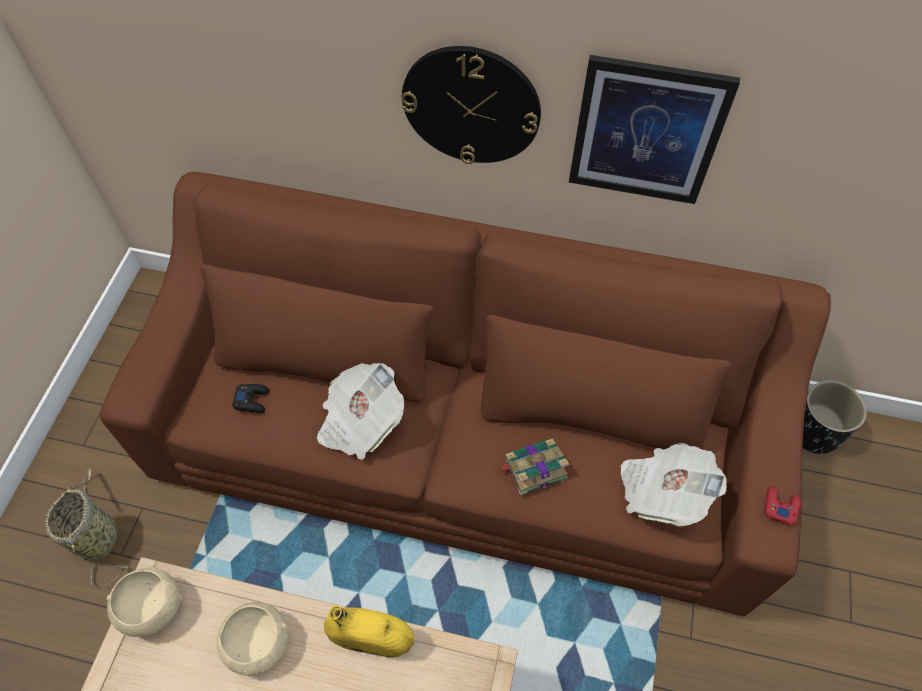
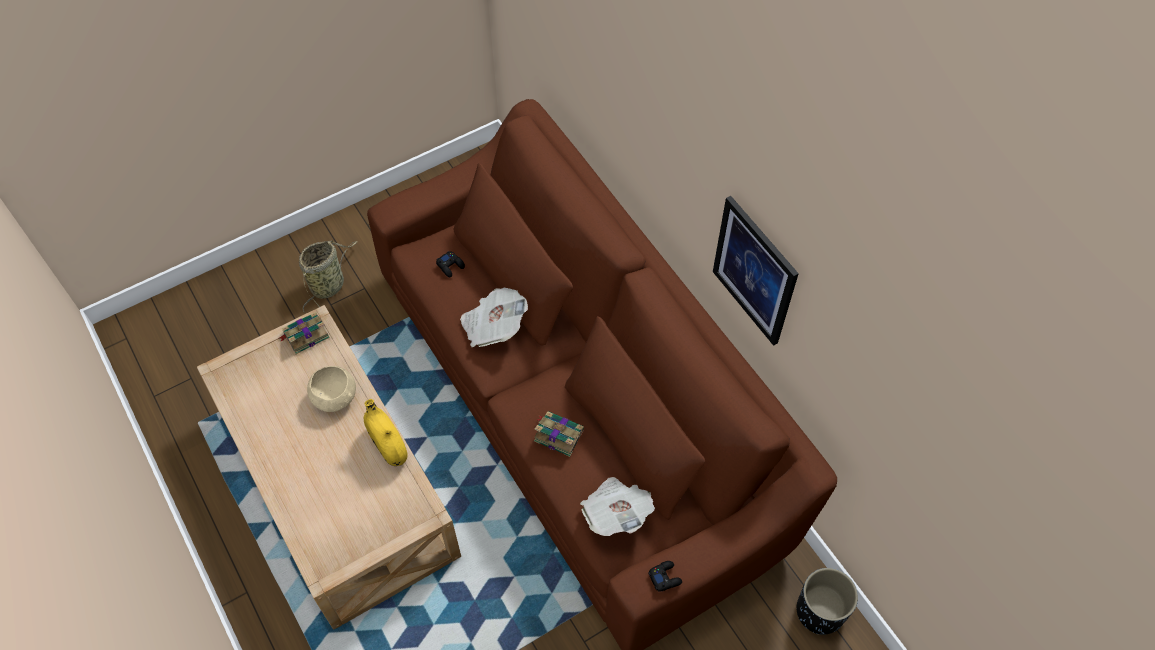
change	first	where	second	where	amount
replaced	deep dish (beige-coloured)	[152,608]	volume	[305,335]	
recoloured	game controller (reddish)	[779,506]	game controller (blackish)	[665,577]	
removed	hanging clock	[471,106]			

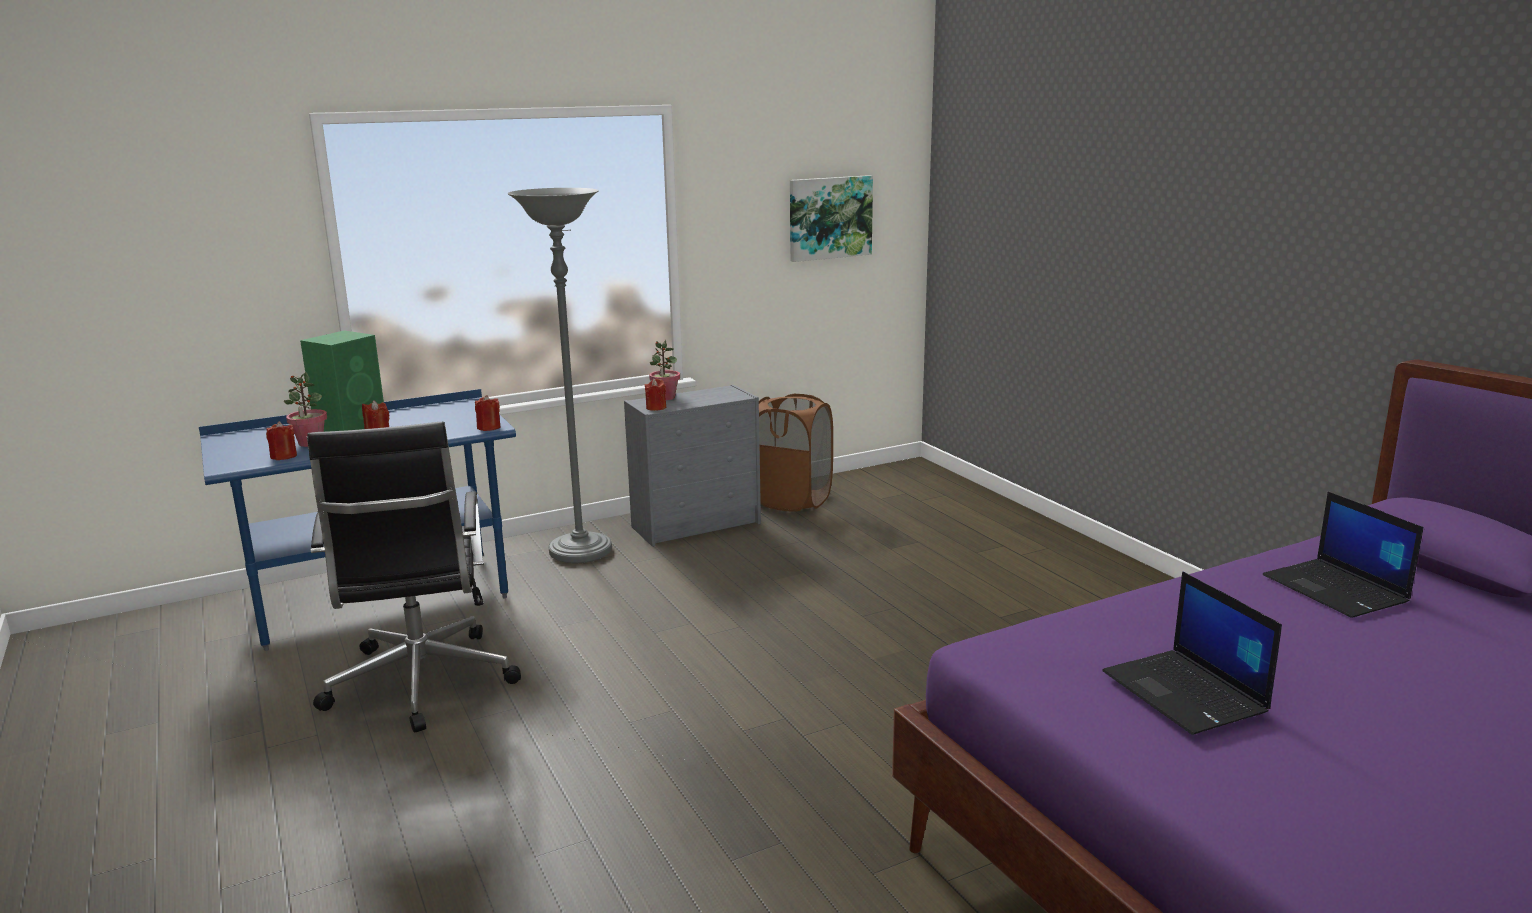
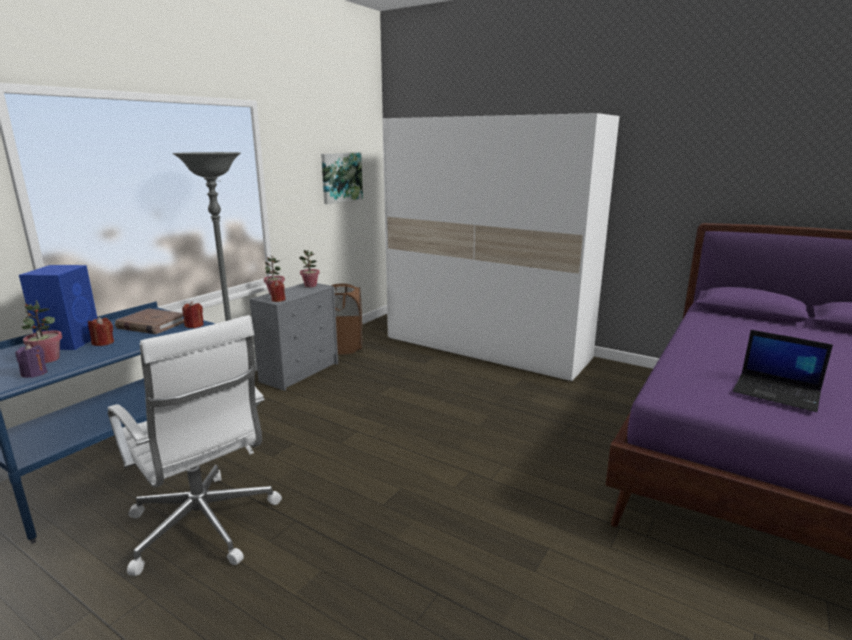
change	first	where	second	where	amount
recoloured	wax candle (reddish)	[283,456]	wax candle (purple-coloured)	[34,373]	
recoloured	loudspeaker (greenish)	[352,426]	loudspeaker (blue)	[71,341]	
recoloured	desk chair (blackish)	[420,684]	desk chair (white-coloured)	[204,527]	
added			volume (brownish)	[152,324]	
added			plant in a pot	[310,286]	
added			clothes cupboard (white-coloured)	[486,348]	
removed	laptop	[1337,589]			

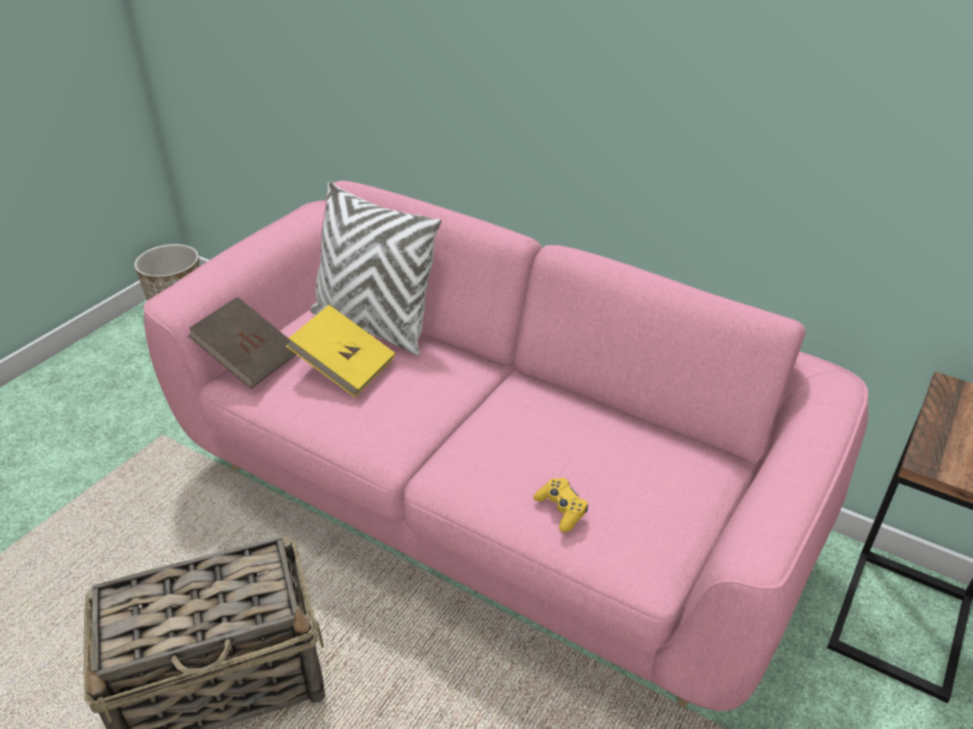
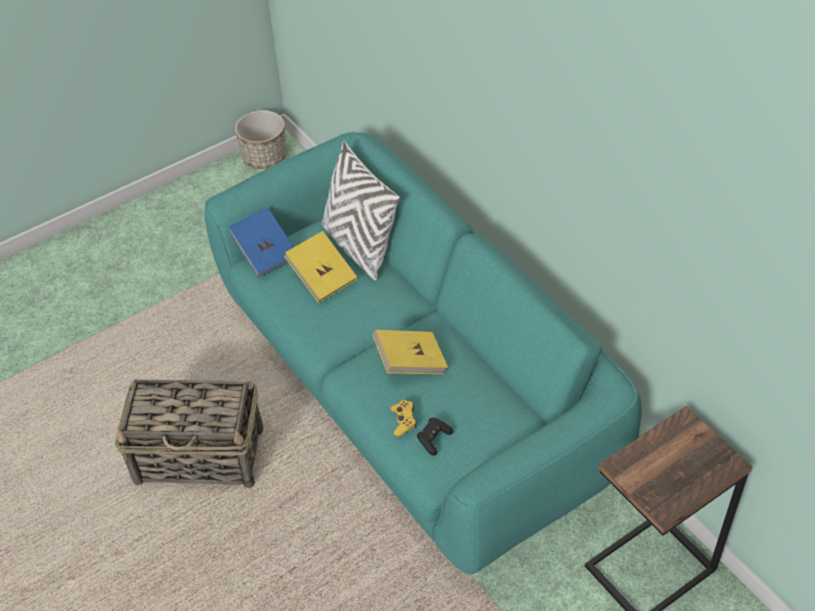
change	first	where	second	where	amount
recoloured	settee (pink-coloured)	[486,504]	settee (turquoise)	[412,393]	
recoloured	volume (brownish)	[248,359]	volume (blue)	[265,253]	
added			volume (yellow)	[410,362]	
added			game controller (blackish)	[433,439]	

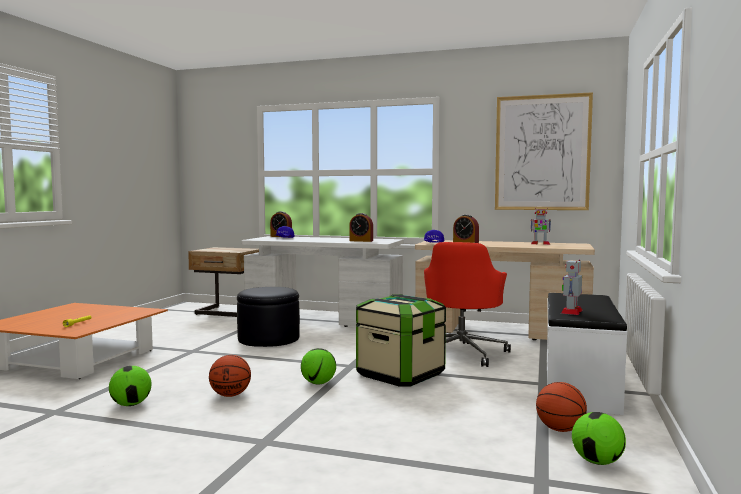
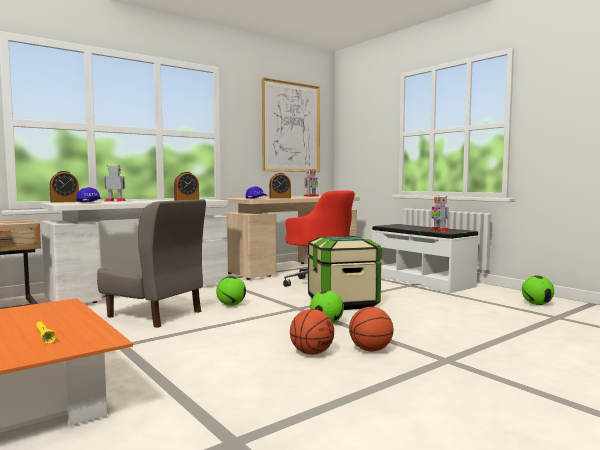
change	first	where	second	where	amount
replaced	footrest (blackish)	[268,339]	plain chair (gray)	[155,314]	
added			model robot	[115,201]	
moved	football	[131,404]		[231,305]	
moved	basketball	[560,429]		[370,350]	

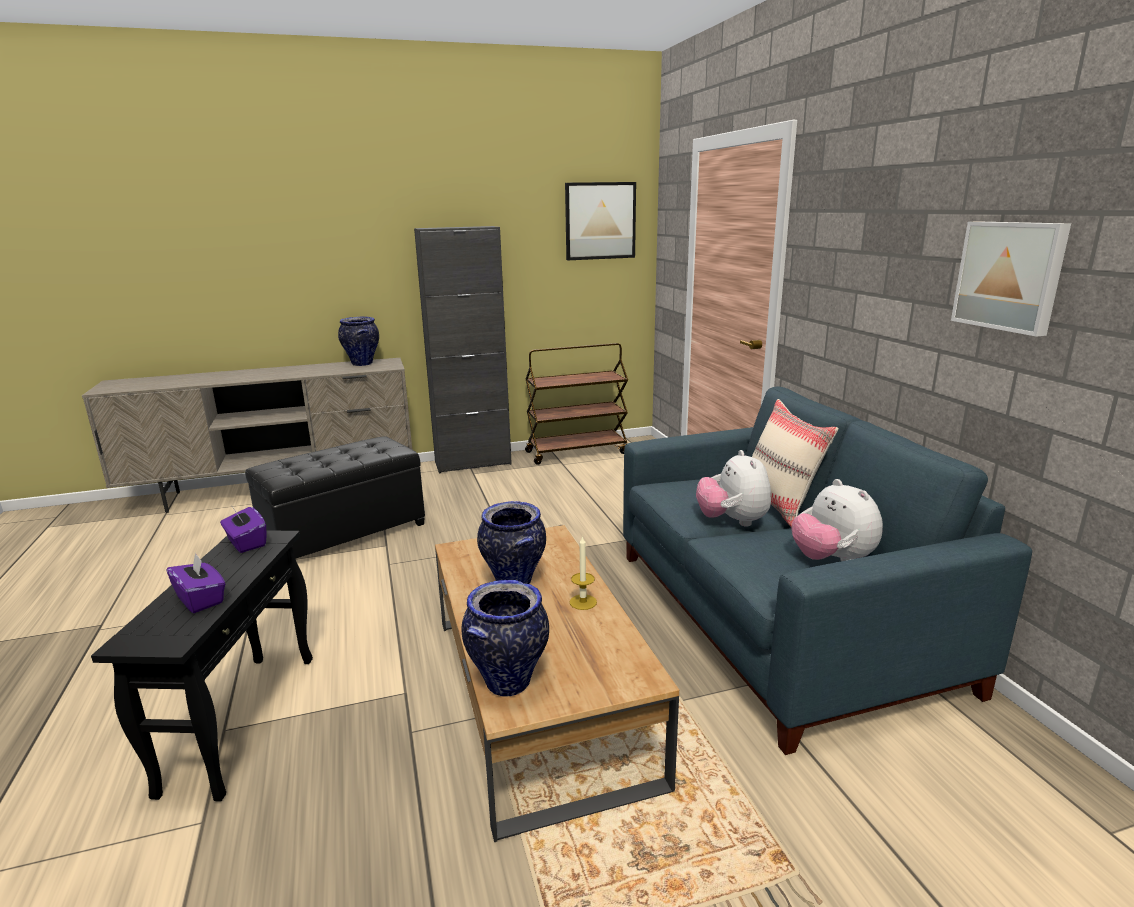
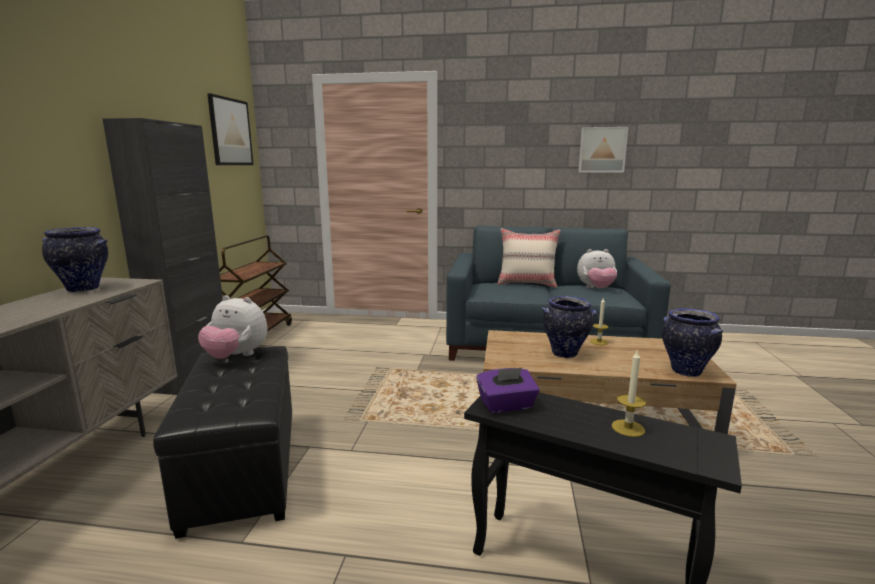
change	first	where	second	where	amount
moved	soft toy	[732,521]		[236,356]	
replaced	tissue holder (purple-coloured)	[201,599]	wax candle	[628,428]	

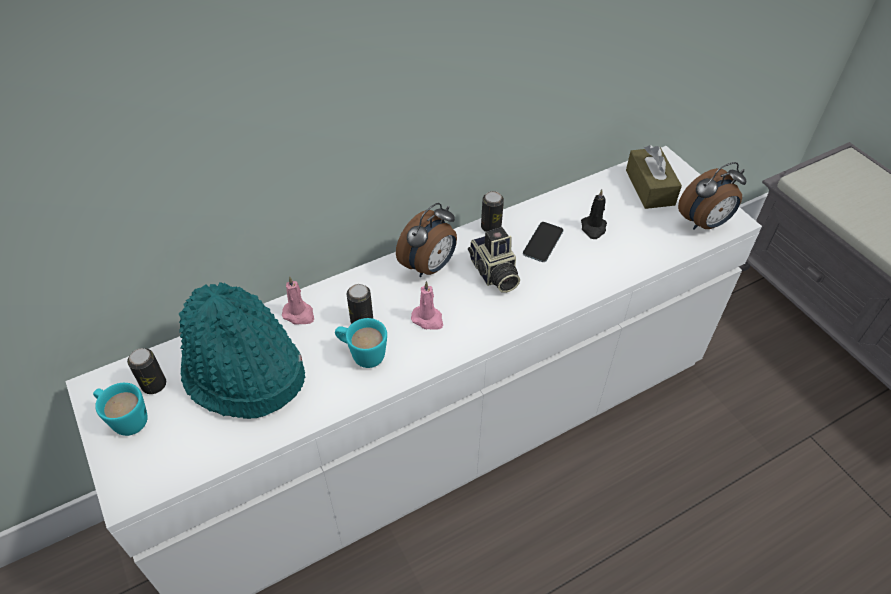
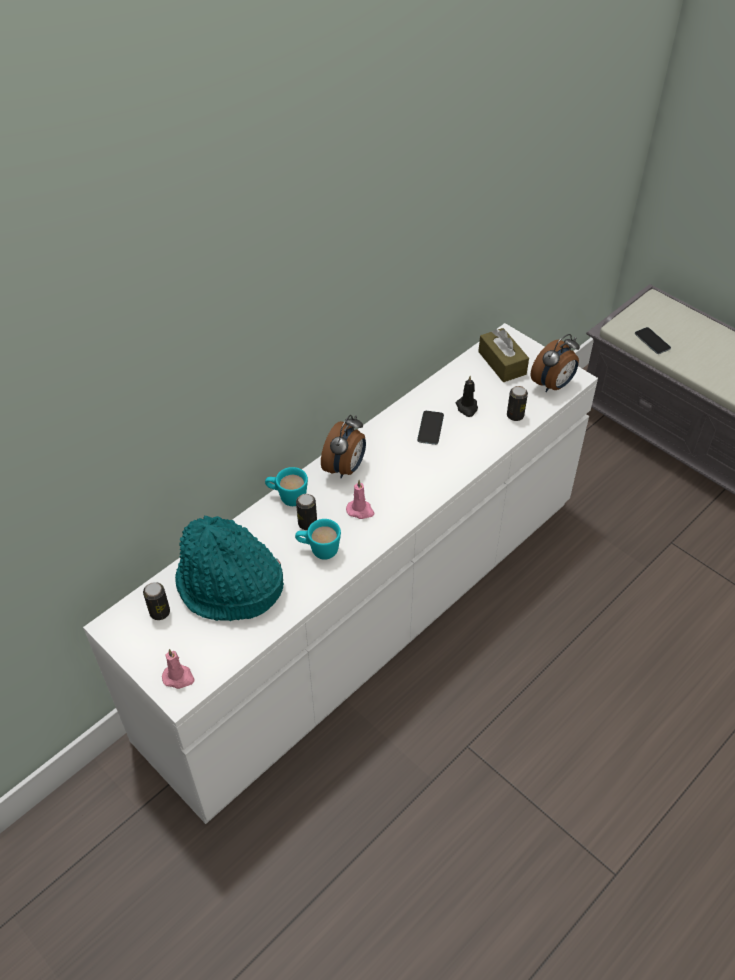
change	first	where	second	where	amount
moved	wax candle (pink-coloured)	[299,314]		[179,677]	
moved	tea mug (turquoise)	[125,419]		[287,497]	
moved	sealed can	[491,227]		[515,415]	
added			handset	[652,341]	
removed	still camera	[493,274]			

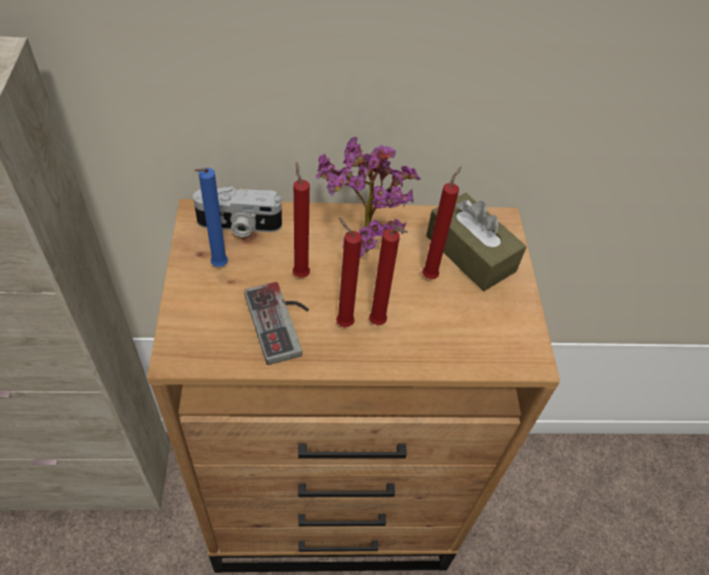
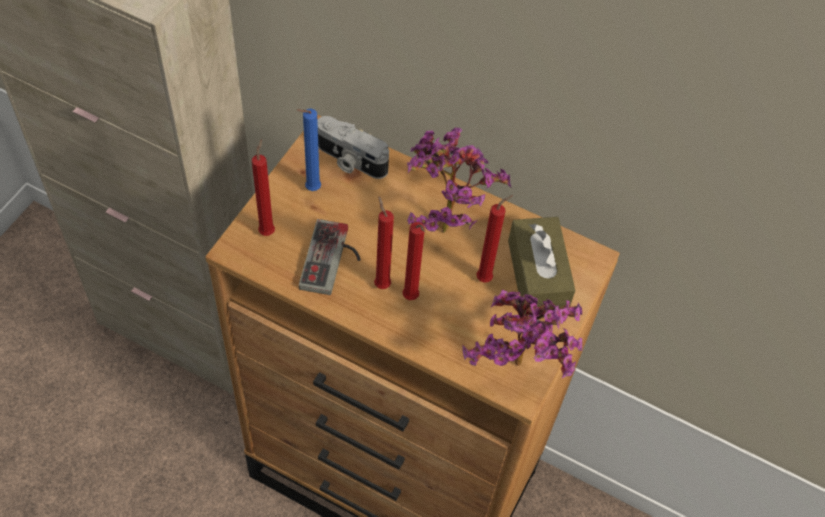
change	first	where	second	where	amount
moved	wax candle (reddish)	[300,273]		[267,230]	
added			plant in a pot	[520,370]	

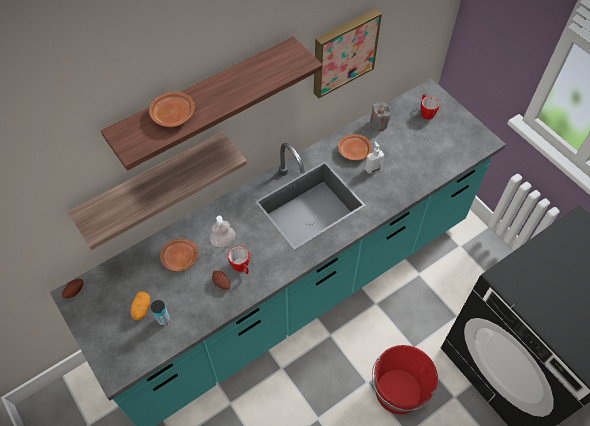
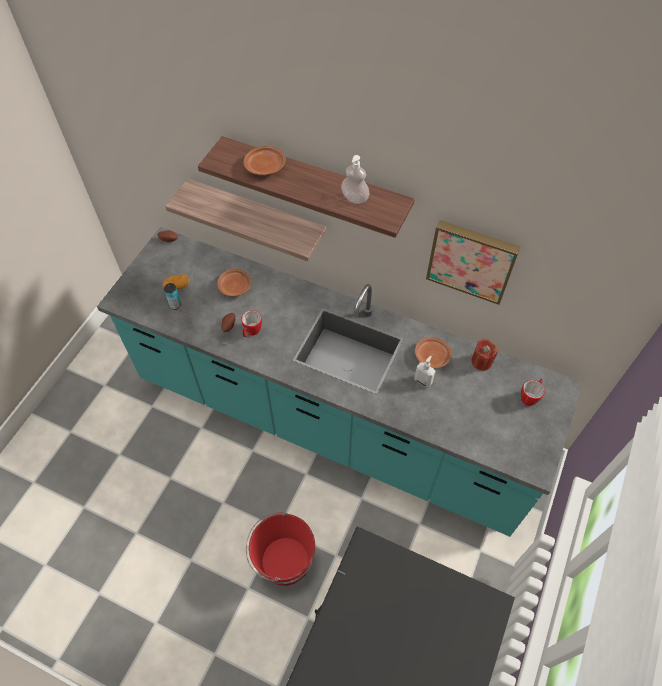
change	first	where	second	where	amount
moved	soap dispenser	[223,241]		[354,198]	
recoloured	wax candle (gray)	[378,124]	wax candle (reddish)	[481,361]	

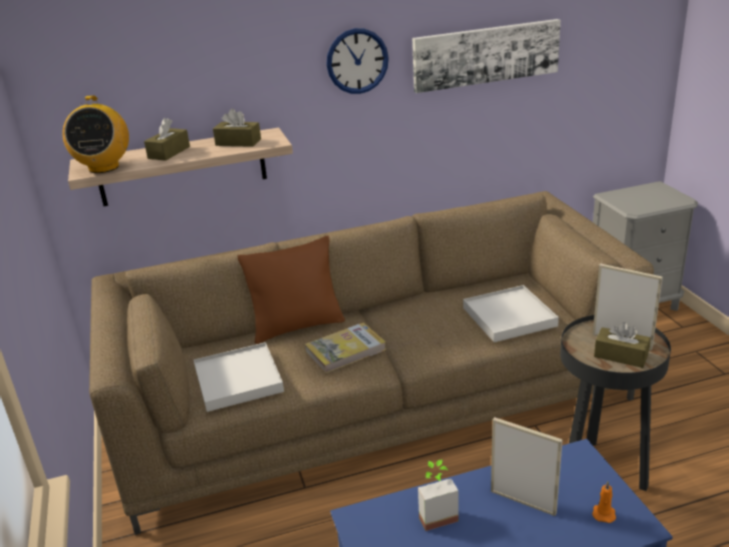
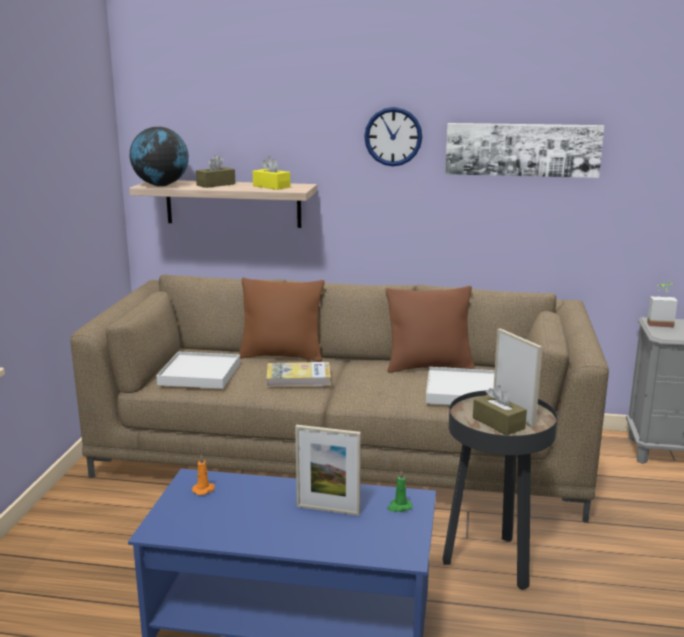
change	first	where	second	where	amount
replaced	radio	[103,167]	desk globe	[161,185]	
moved	wax candle (orangey)	[603,513]		[204,489]	
recoloured	tissue holder (brownish)	[238,142]	tissue holder (yellow)	[271,186]	
turned	picture frame	[523,502]		[328,510]	135 degrees clockwise
added			cushion (brownish)	[429,366]	
added			wax candle (greenish)	[399,507]	
moved	plant in a pot	[435,514]		[659,323]	

